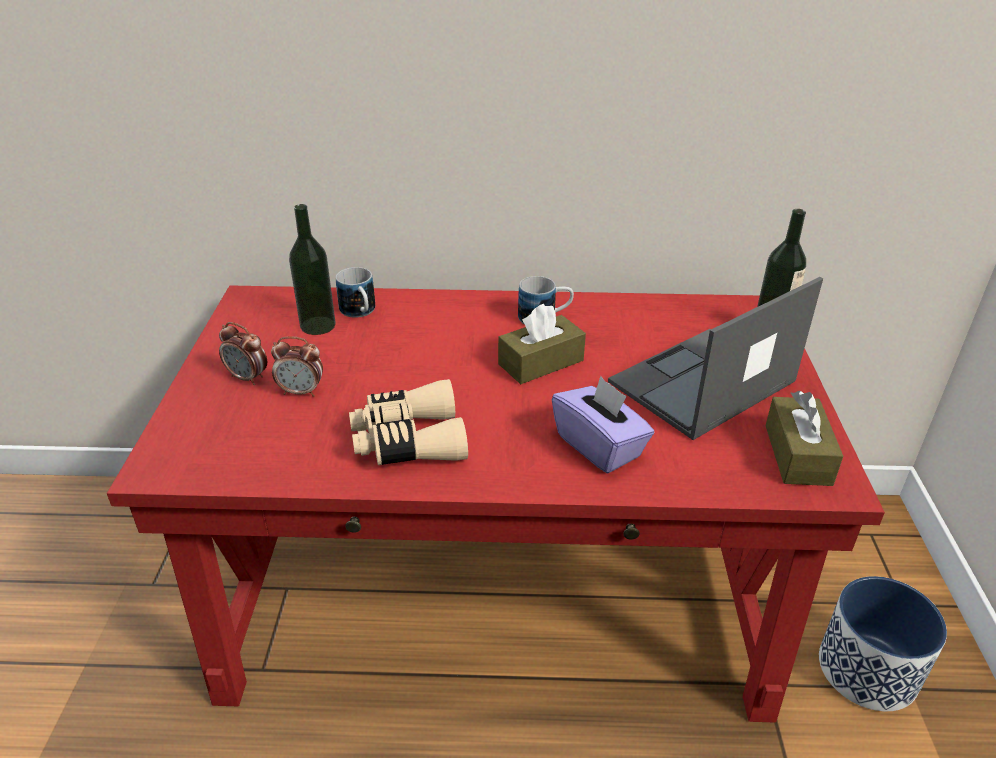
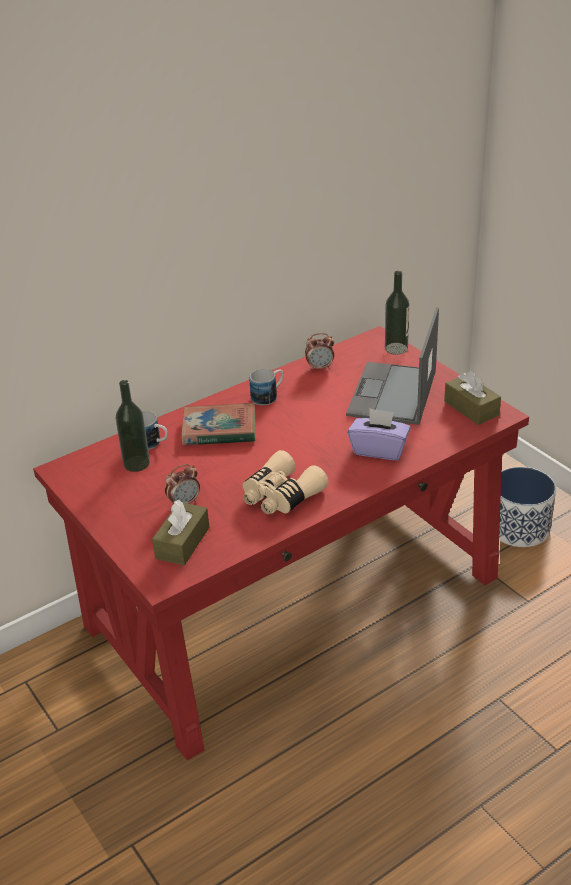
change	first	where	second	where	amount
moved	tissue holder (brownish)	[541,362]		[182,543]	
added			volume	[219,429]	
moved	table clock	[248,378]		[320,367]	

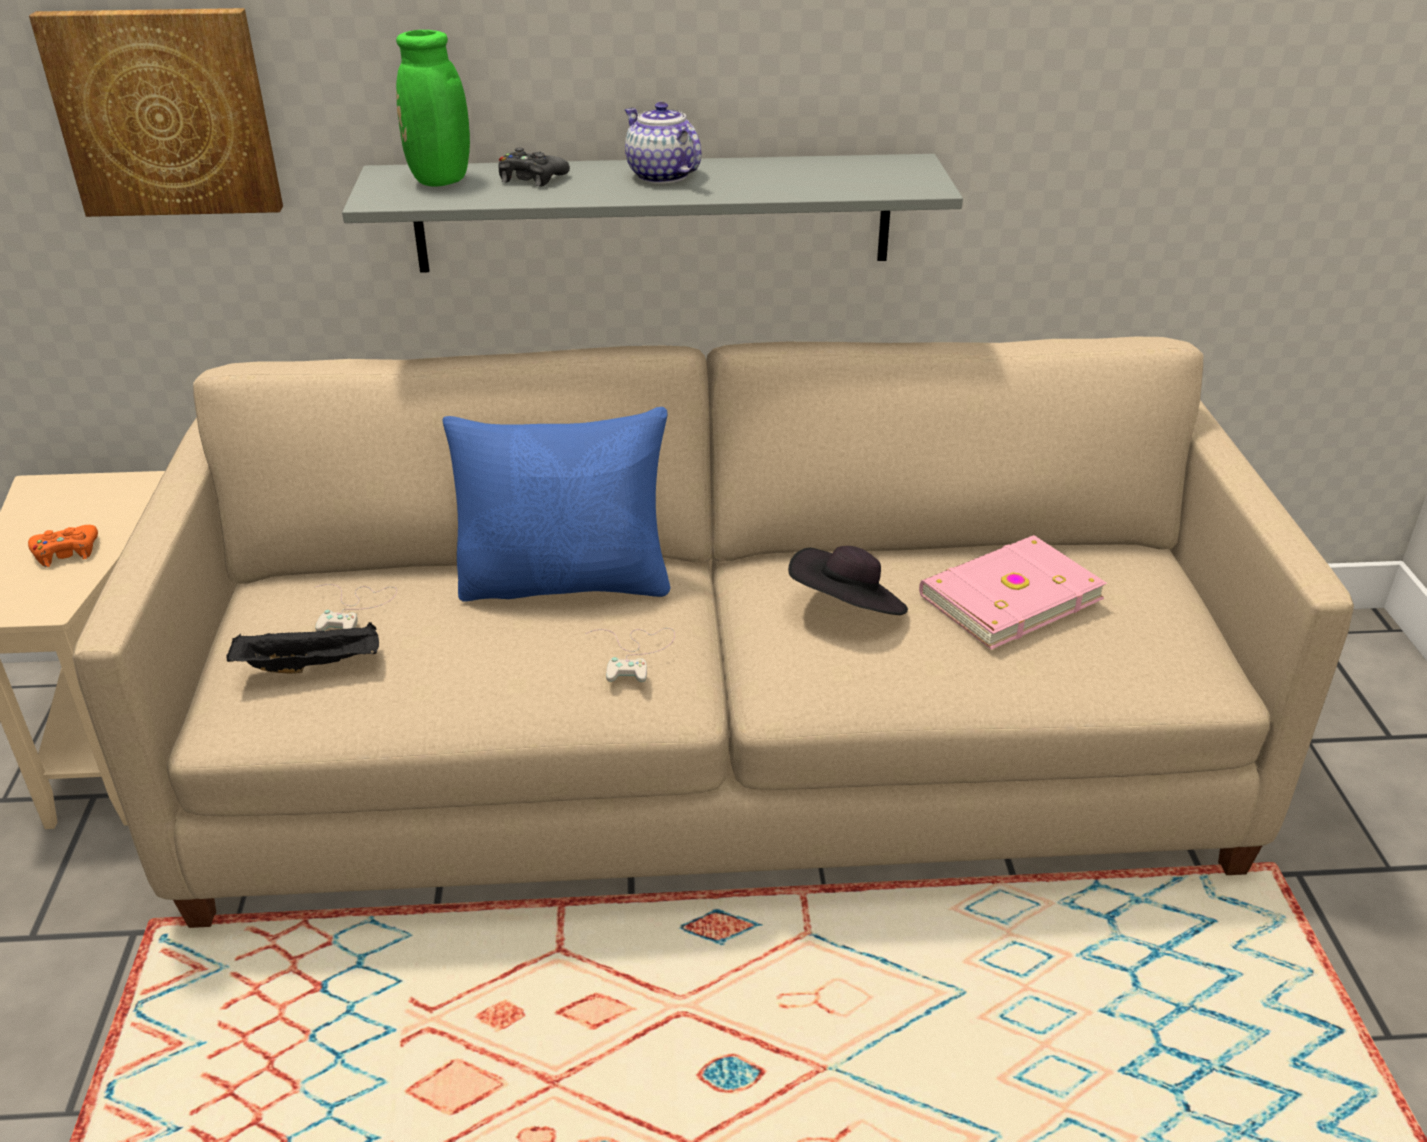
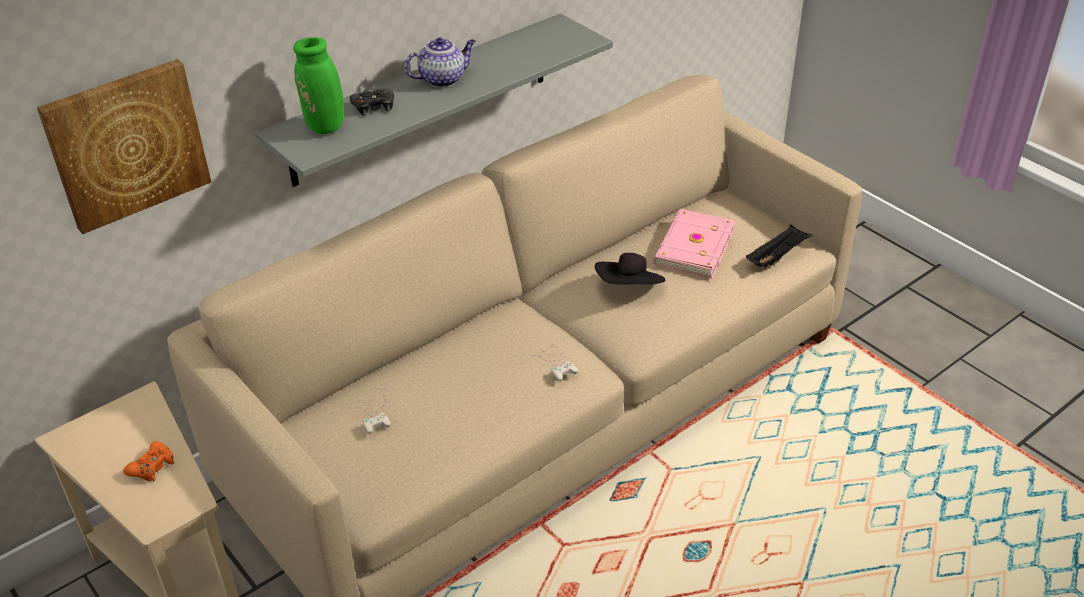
change	first	where	second	where	amount
turned	pot for tea	[660,175]		[443,79]	135 degrees clockwise
moved	tray (blackish)	[312,665]		[777,256]	
removed	cushion (blue)	[567,581]			

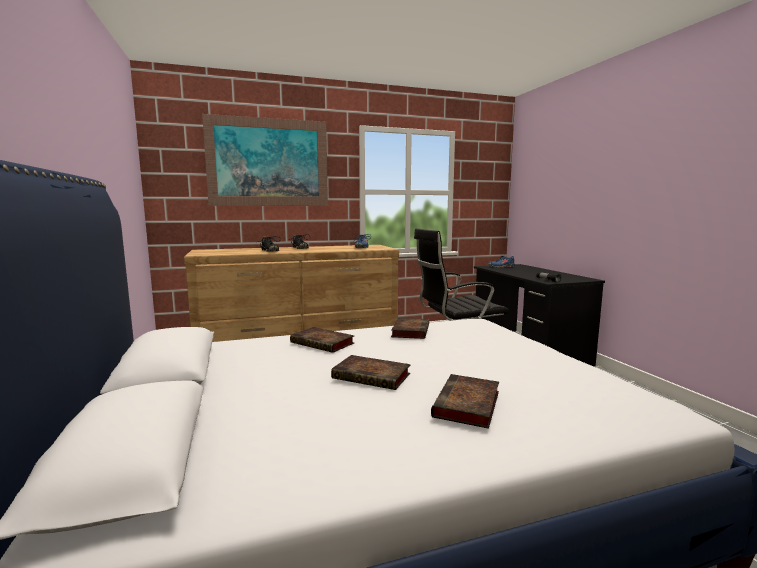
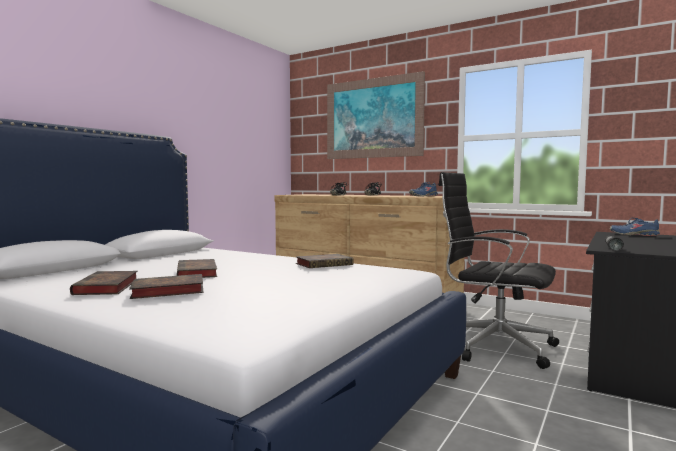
change	first	where	second	where	amount
moved	volume	[324,343]		[107,287]	

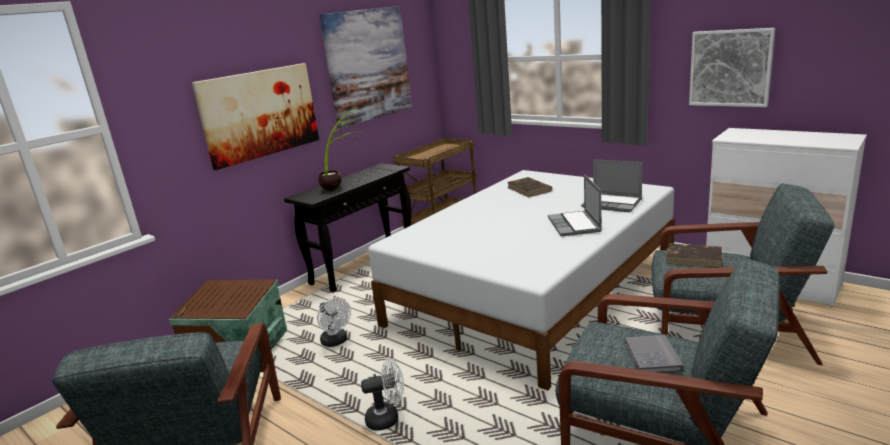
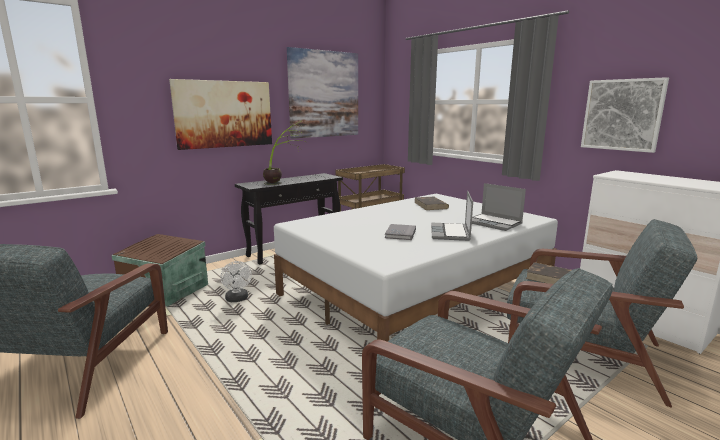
change	first	where	second	where	amount
moved	volume (gray)	[652,357]		[400,234]	
removed	fan (white-coloured)	[388,418]			

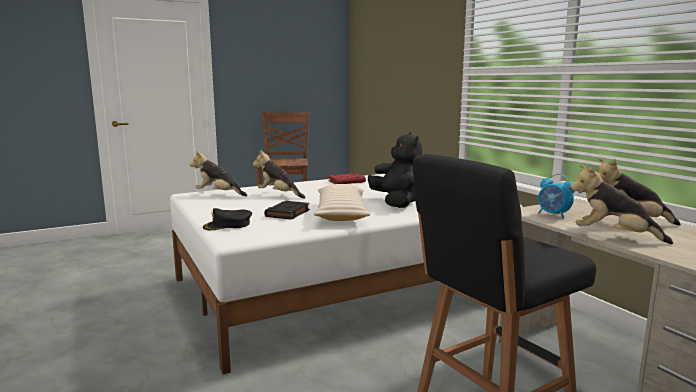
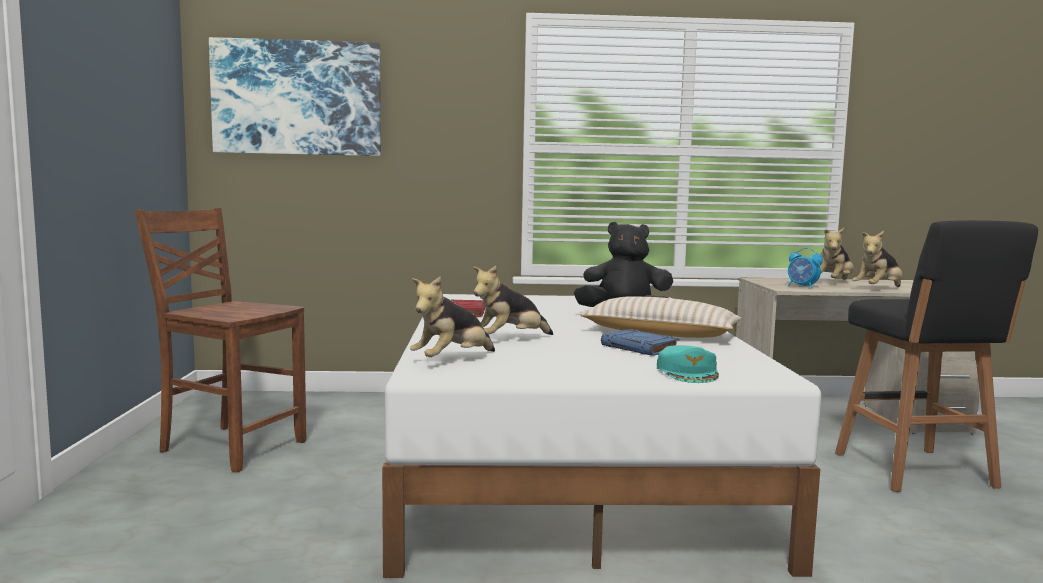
change	first	where	second	where	amount
added			wall art	[297,98]	
recoloured	volume (blackish)	[287,213]	volume (blue)	[640,348]	
recoloured	cap (blackish)	[228,225]	cap (turquoise)	[688,372]	
turned	table clock	[553,215]		[802,287]	60 degrees clockwise

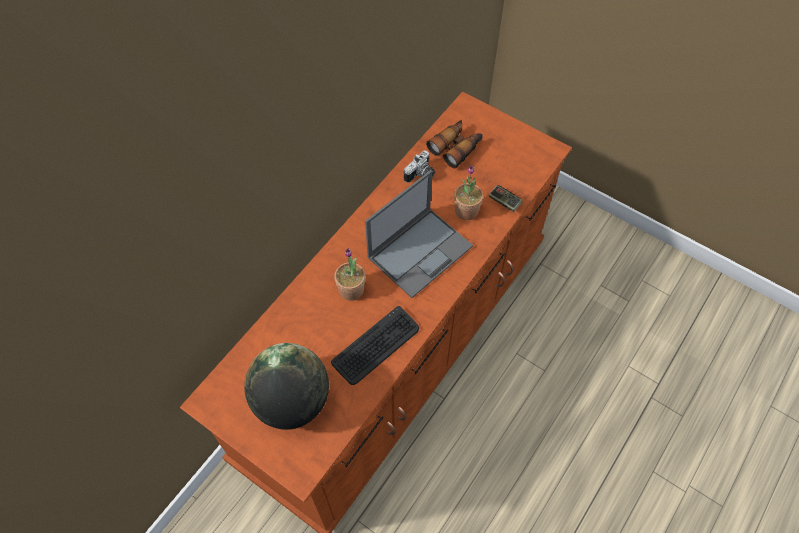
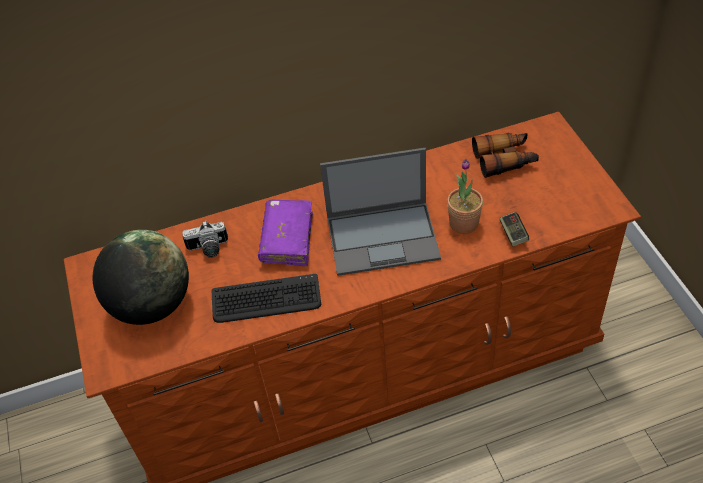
change	first	where	second	where	amount
moved	still camera	[421,175]		[208,249]	
replaced	plant in a pot	[351,290]	volume (purple-coloured)	[287,239]	

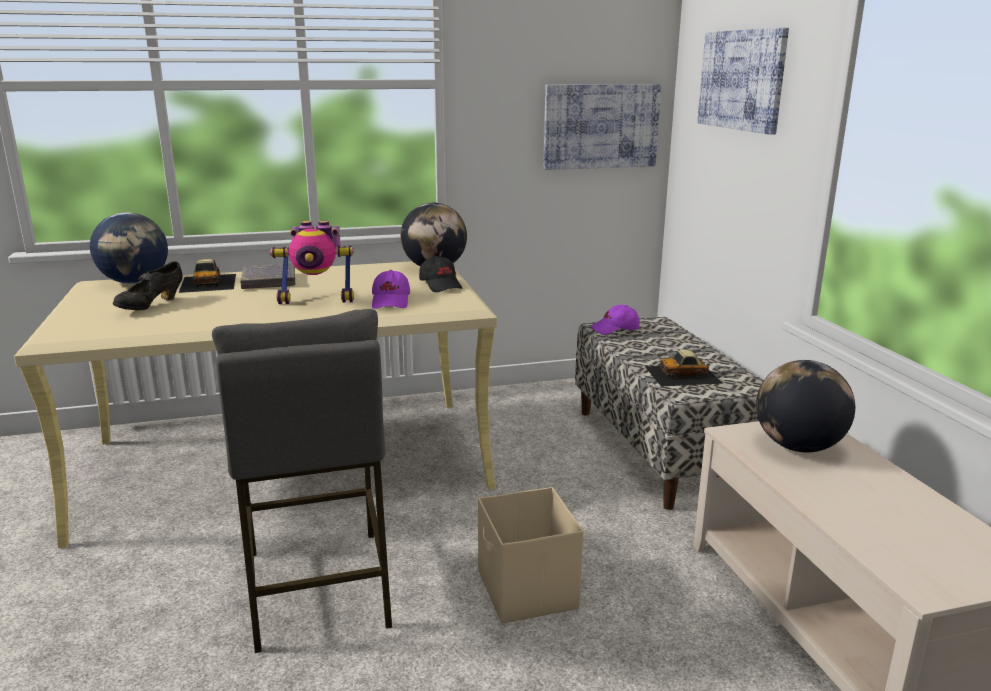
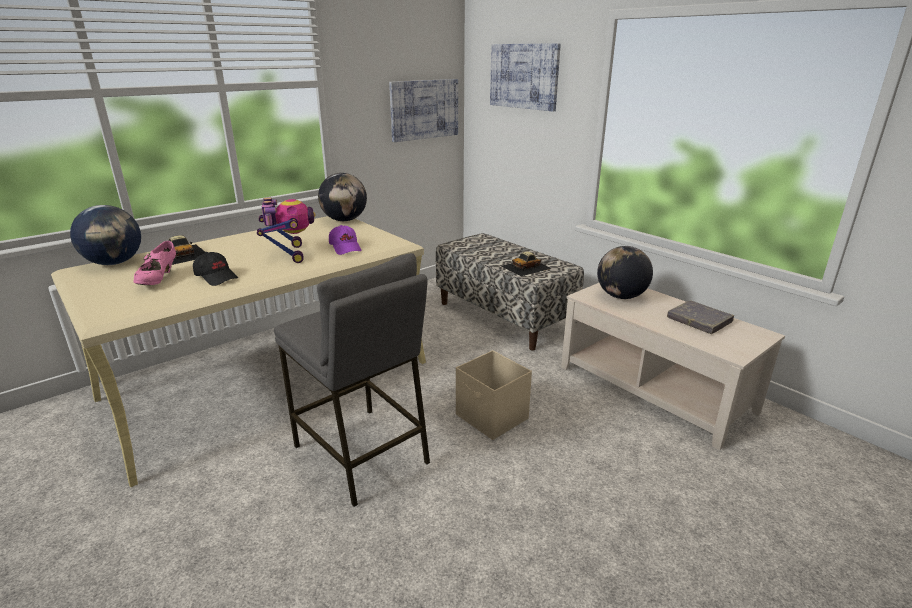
change	first	where	second	where	amount
recoloured	shoe (blackish)	[151,306]	shoe (pink-coloured)	[158,280]	
moved	cap (blackish)	[441,285]		[216,277]	
turned	model robot	[317,300]		[289,254]	75 degrees counterclockwise
moved	volume (gray)	[269,281]		[699,320]	
removed	cap (purple-coloured)	[615,329]			

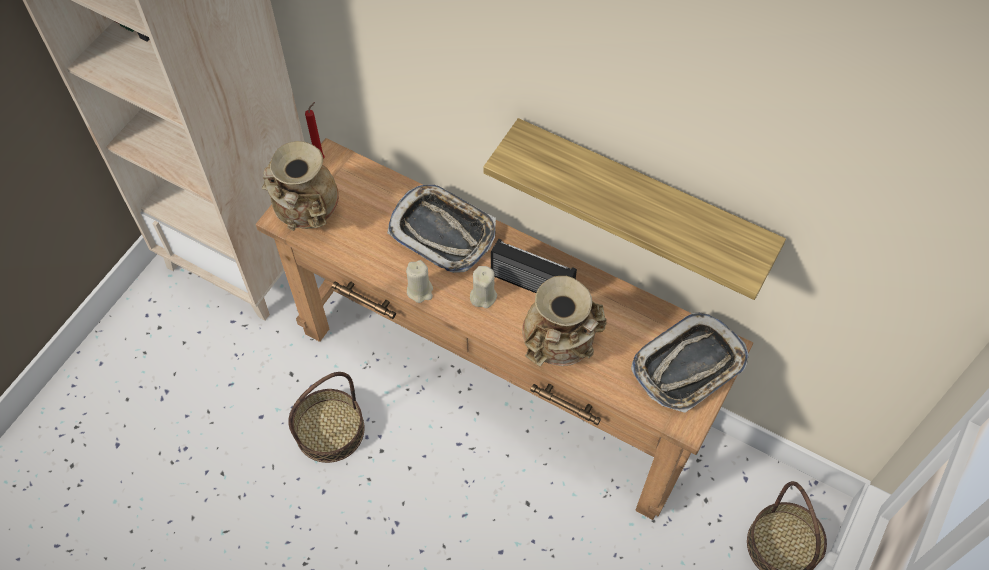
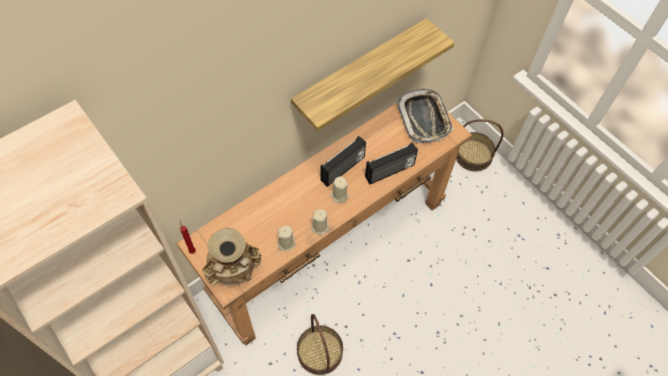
change	first	where	second	where	amount
added			wax candle (beige-coloured)	[286,243]	
replaced	flower vase (beige-coloured)	[559,349]	radio	[390,172]	
removed	tray	[443,231]			

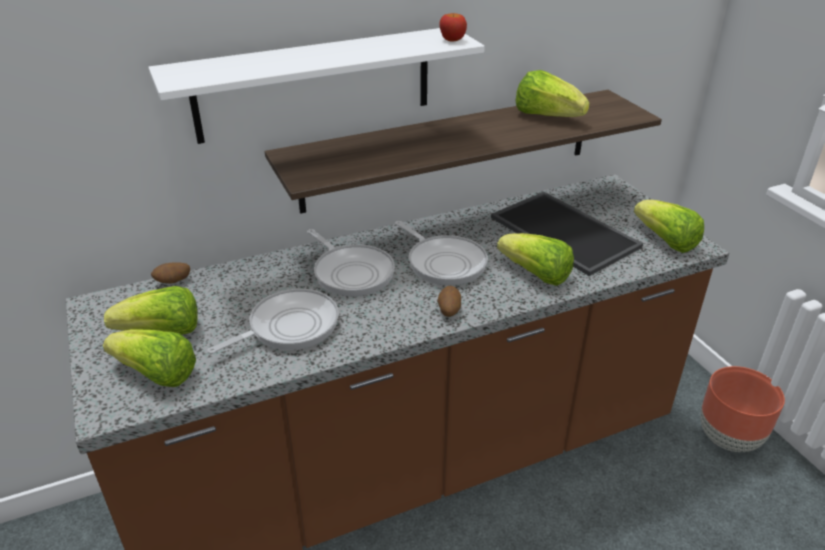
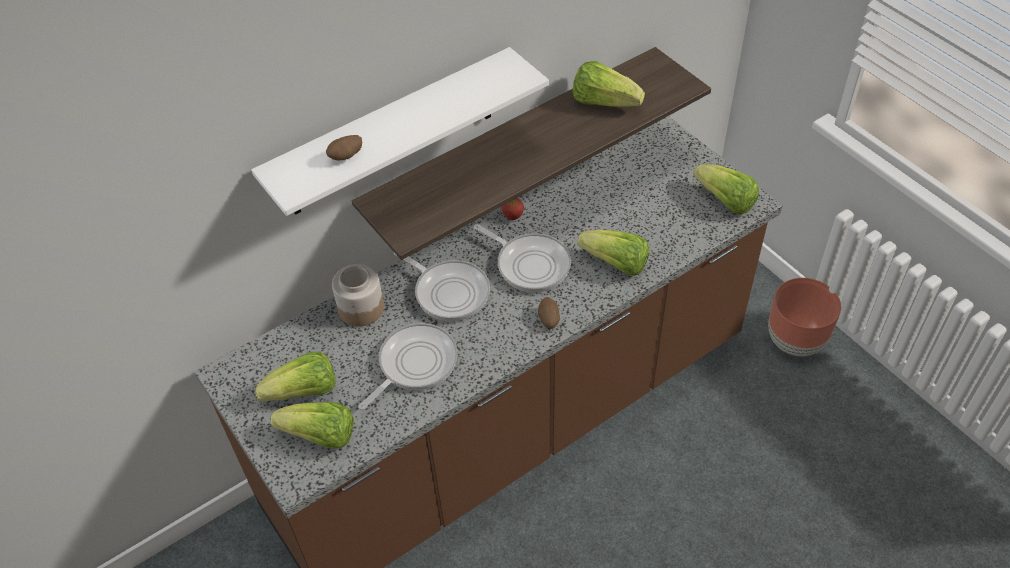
change	first	where	second	where	amount
moved	spud	[173,282]		[346,157]	
added			storage jar	[360,308]	
moved	apple	[452,40]		[512,216]	
removed	tray	[566,232]			

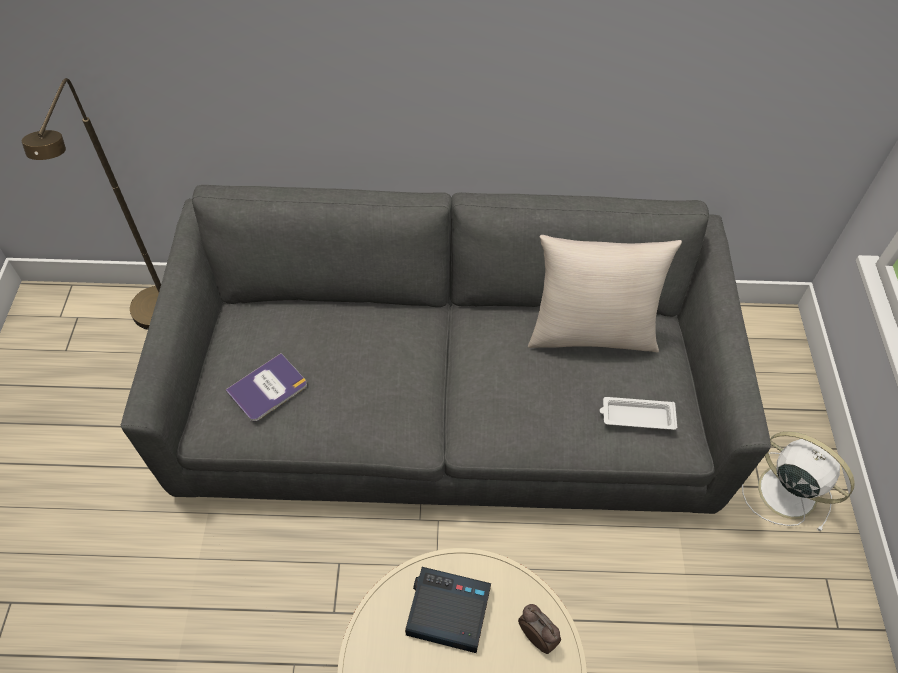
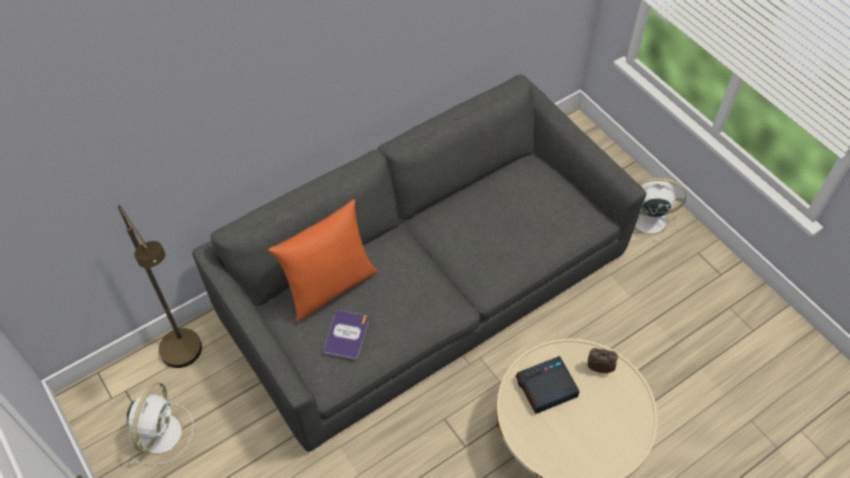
change	first	where	second	where	amount
added			fan (white-coloured)	[161,431]	
added			cushion (orangey)	[329,286]	
removed	cushion (beige-coloured)	[591,333]			
removed	tray (white-coloured)	[636,416]			

